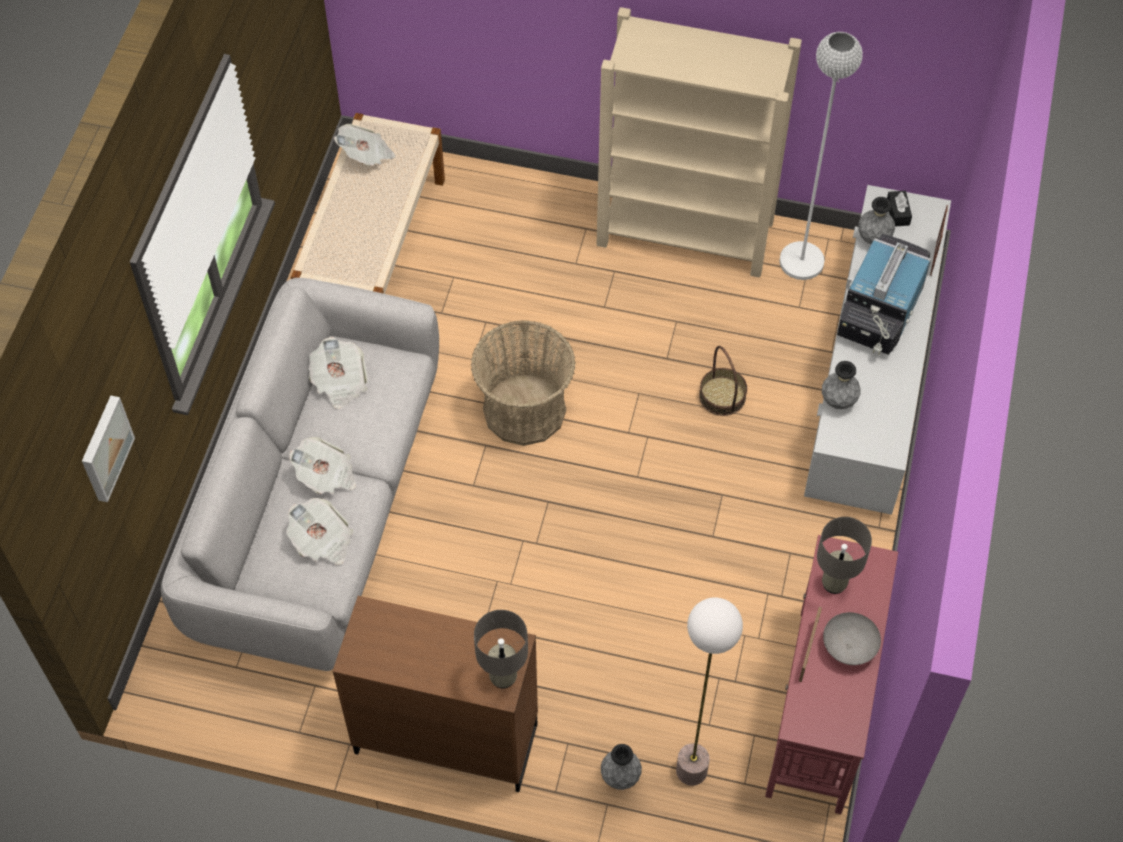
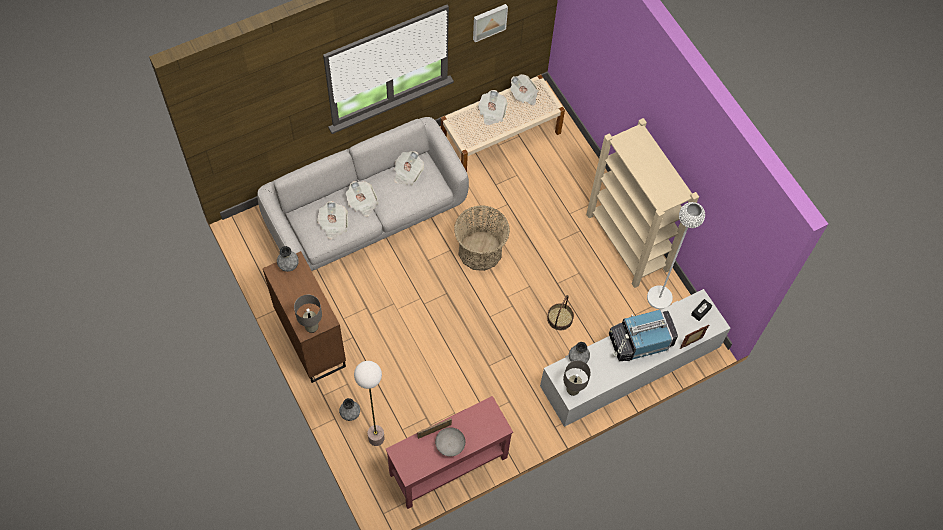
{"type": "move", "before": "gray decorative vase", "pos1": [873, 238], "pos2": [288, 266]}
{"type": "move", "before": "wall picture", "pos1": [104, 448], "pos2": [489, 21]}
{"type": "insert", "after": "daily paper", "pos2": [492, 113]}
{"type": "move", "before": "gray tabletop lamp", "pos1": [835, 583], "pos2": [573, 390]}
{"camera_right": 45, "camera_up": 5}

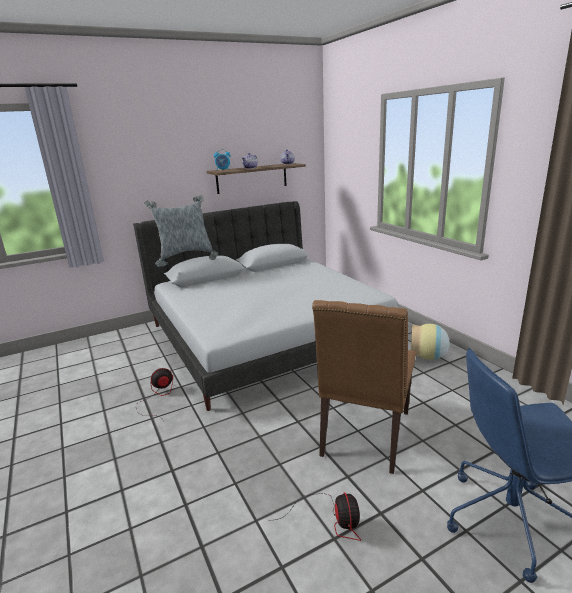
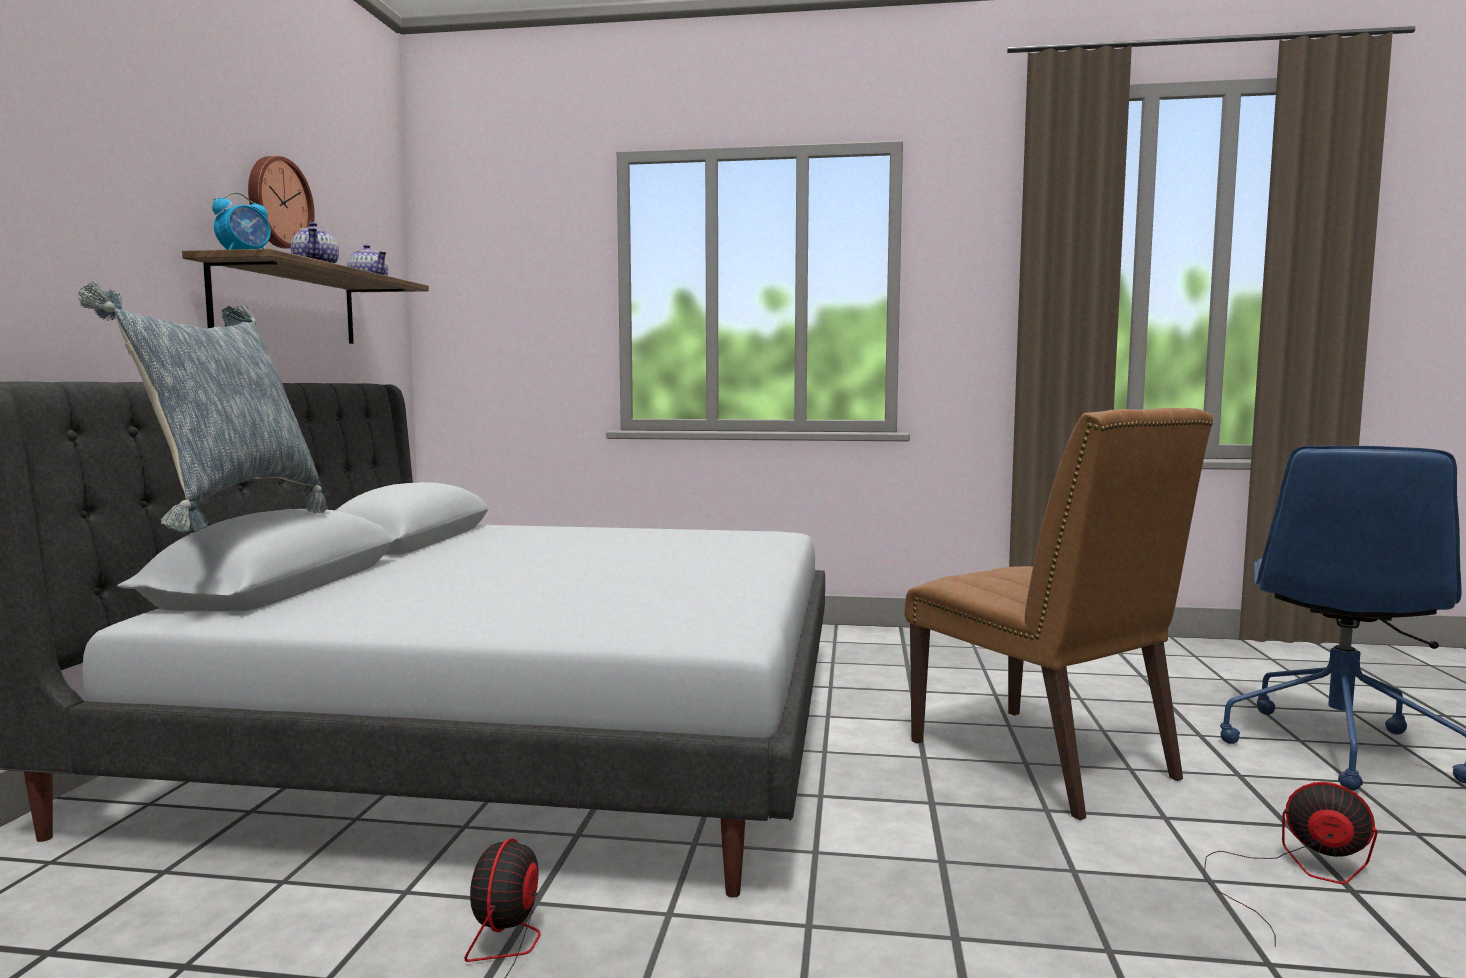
{"type": "insert", "after": "wall clock", "pos2": [277, 203]}
{"type": "delete", "before": "decorative vase", "pos1": [428, 357]}
{"camera_right": -55, "camera_up": -15}

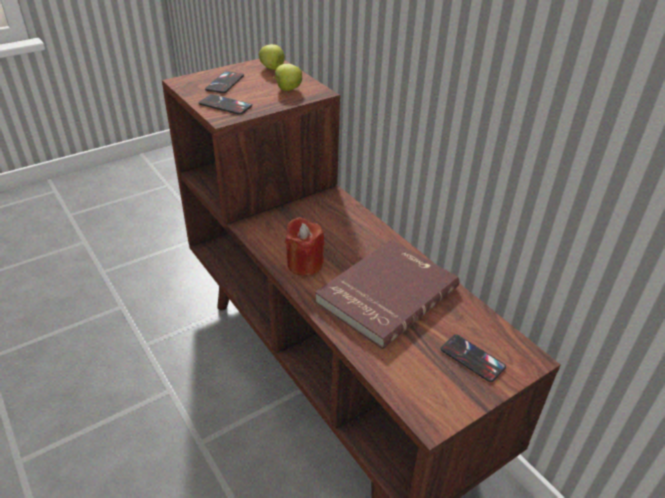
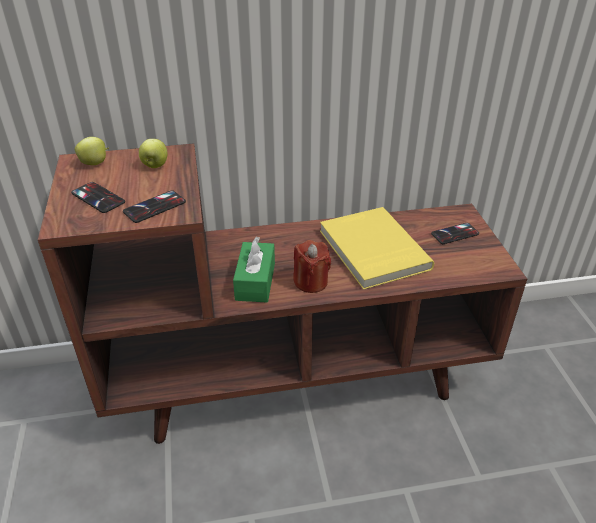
{"type": "insert", "after": "green box of tissues", "pos2": [255, 281]}
{"type": "recolor", "before": "reddish book", "after": "yellow book", "pos1": [385, 294], "pos2": [371, 250]}
{"camera_right": -65, "camera_up": 0}

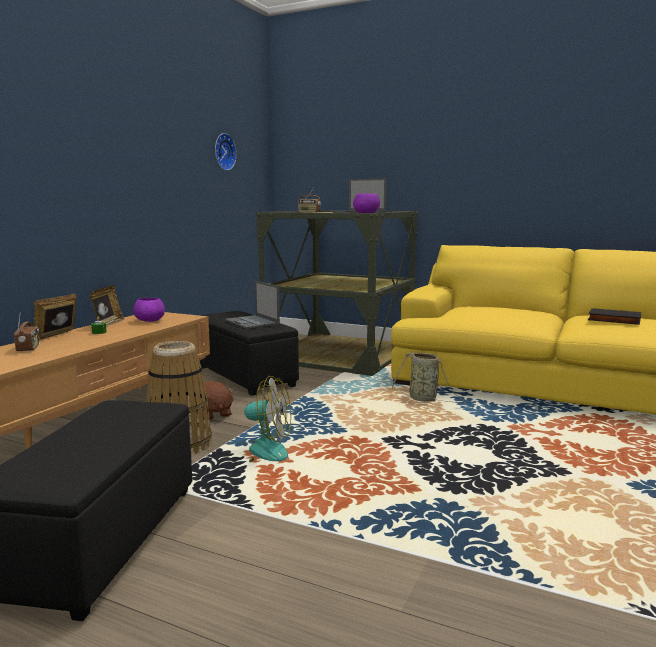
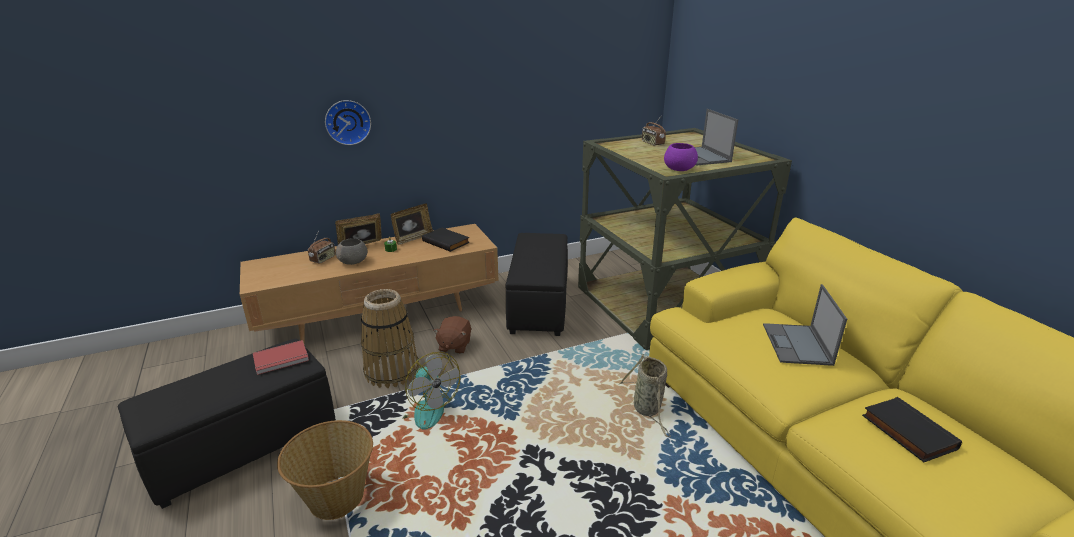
{"type": "insert", "after": "reddish book", "pos2": [281, 359]}
{"type": "insert", "after": "storage basket", "pos2": [336, 497]}
{"type": "move", "before": "wall clock", "pos1": [223, 152], "pos2": [347, 122]}
{"type": "insert", "after": "gray bowl", "pos2": [353, 262]}
{"type": "replace", "before": "purple bowl", "after": "blackish book", "pos1": [150, 321], "pos2": [447, 241]}
{"type": "move", "before": "portable computer", "pos1": [252, 322], "pos2": [797, 345]}
{"camera_right": 40, "camera_up": 15}

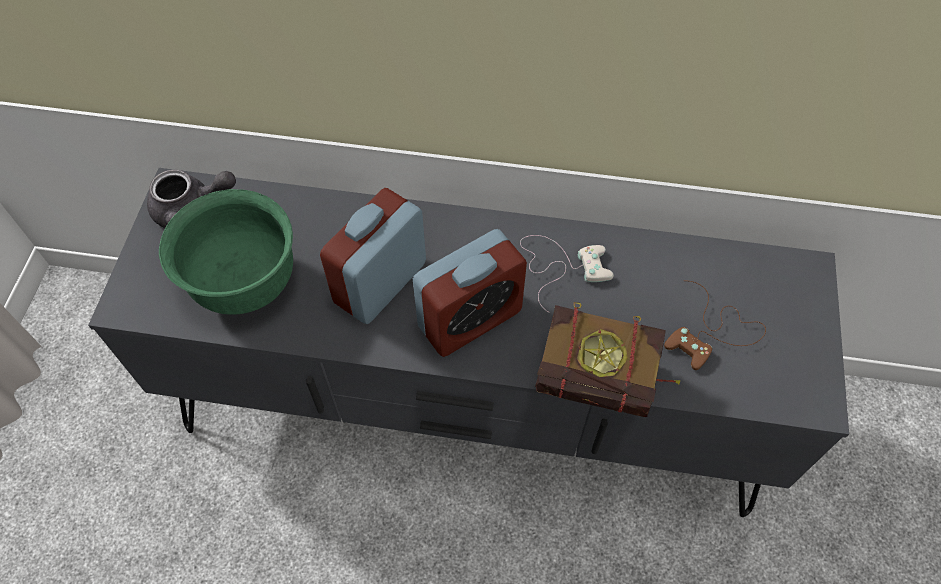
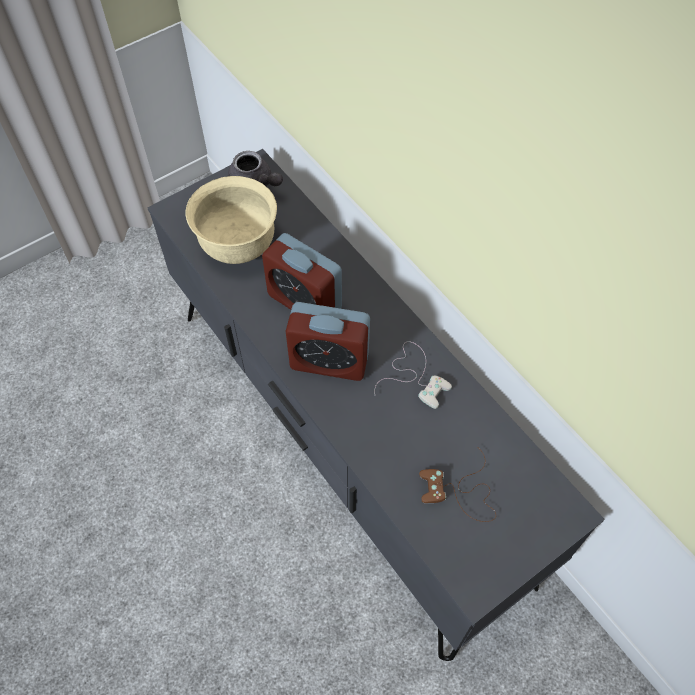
{"type": "recolor", "before": "green bowl", "after": "beige-coloured bowl", "pos1": [245, 283], "pos2": [238, 245]}
{"type": "rotate", "before": "alarm clock", "pos1": [380, 283], "pos2": [304, 302], "turn": -135}
{"type": "delete", "before": "book", "pos1": [608, 383]}
{"camera_right": 45, "camera_up": 0}

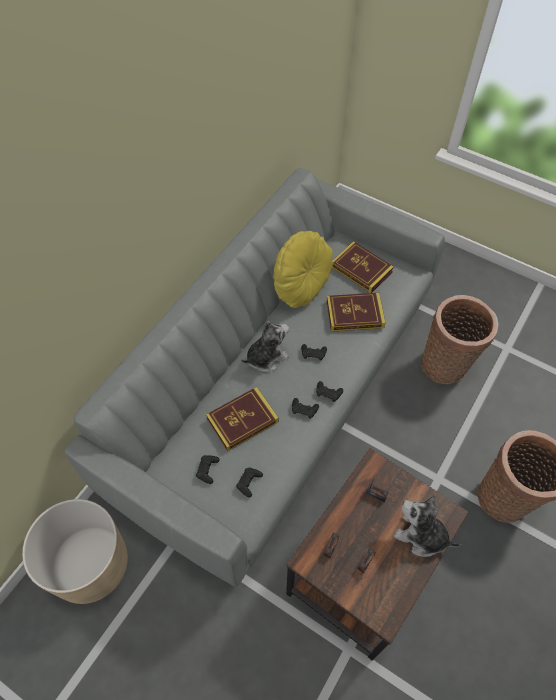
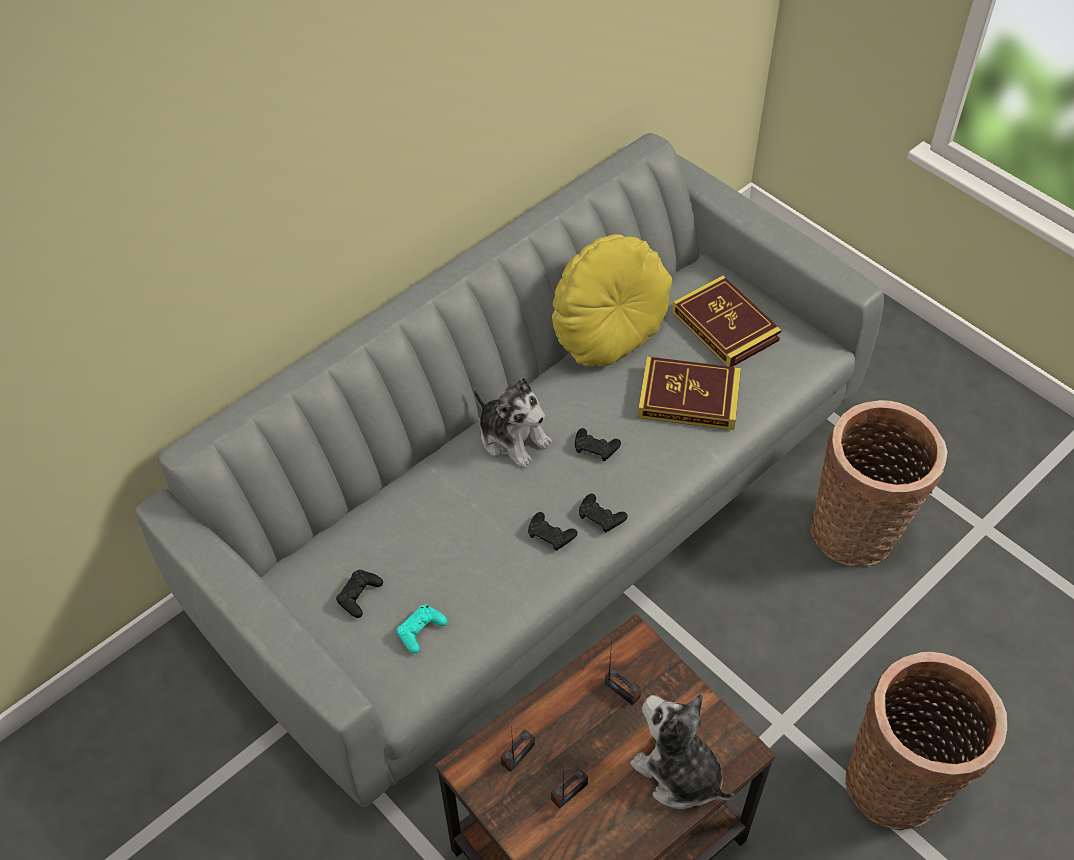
{"type": "recolor", "before": "blackish gamepad", "after": "blue-green gamepad", "pos1": [249, 482], "pos2": [421, 630]}
{"type": "rotate", "before": "plush toy", "pos1": [266, 357], "pos2": [513, 438], "turn": 60}
{"type": "delete", "before": "beige-coloured planter", "pos1": [90, 565]}
{"type": "delete", "before": "book", "pos1": [242, 420]}
{"camera_right": 15, "camera_up": -5}

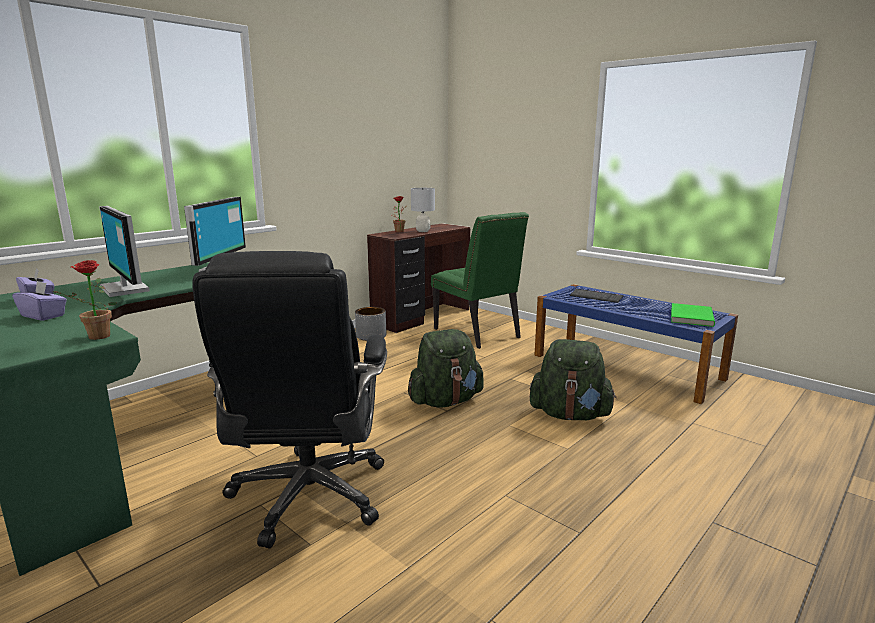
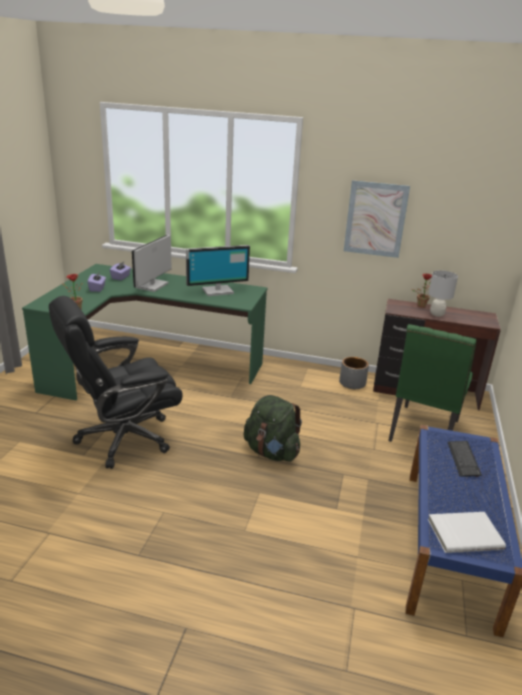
{"type": "insert", "after": "wall picture", "pos2": [375, 219]}
{"type": "recolor", "before": "green book", "after": "whitish book", "pos1": [690, 317], "pos2": [464, 533]}
{"type": "delete", "before": "green backpack", "pos1": [570, 415]}
{"camera_right": 60, "camera_up": 10}

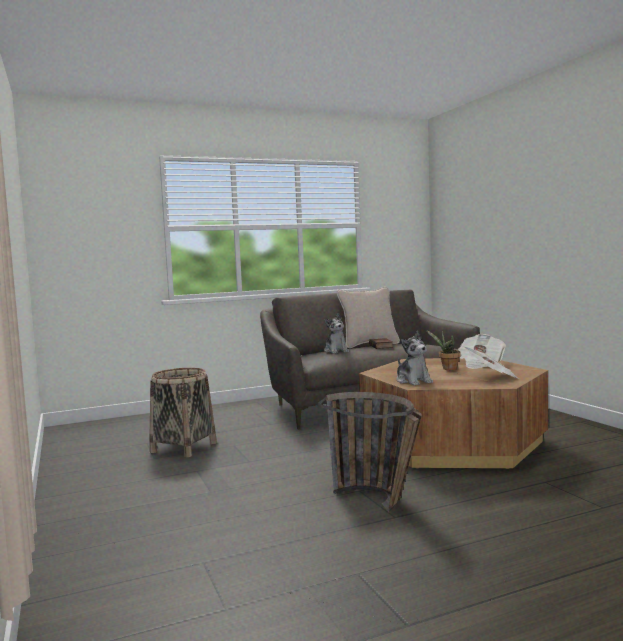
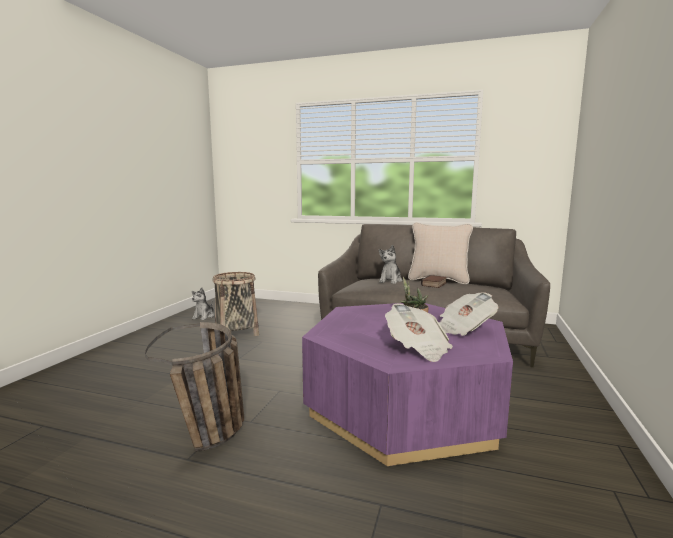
{"type": "move", "before": "plush toy", "pos1": [413, 381], "pos2": [204, 316]}
{"type": "recolor", "before": "brownish low table", "after": "purple low table", "pos1": [453, 442], "pos2": [405, 406]}
{"camera_right": 40, "camera_up": 5}

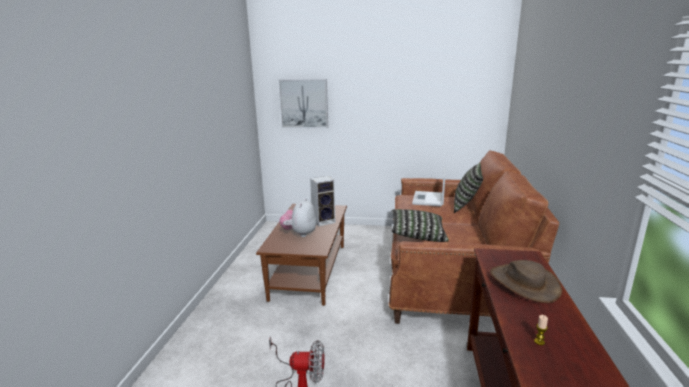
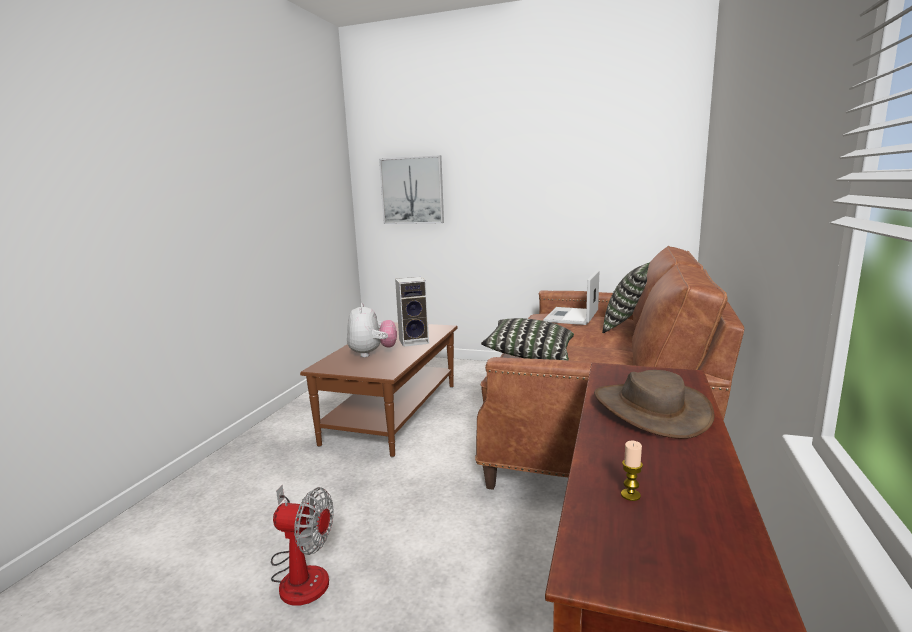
{"type": "rotate", "before": "plush toy", "pos1": [299, 233], "pos2": [372, 353], "turn": 150}
{"camera_right": 10, "camera_up": -5}

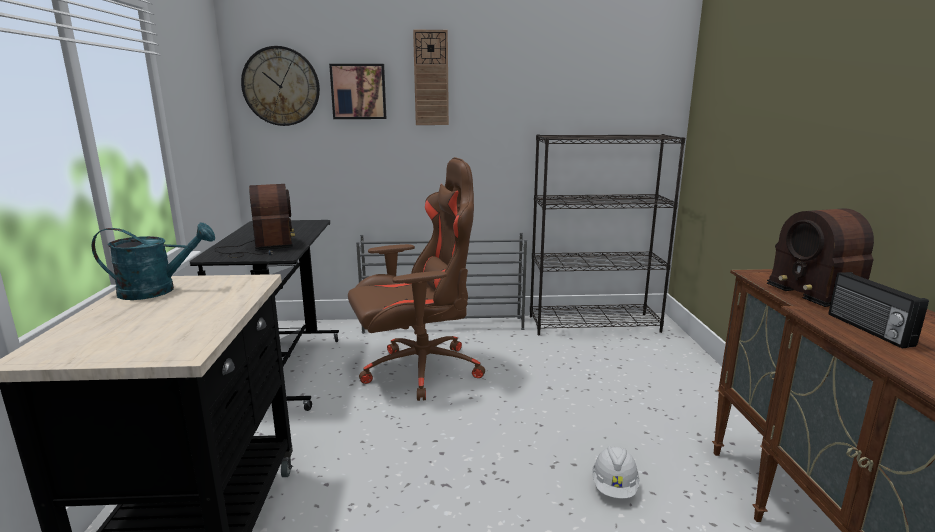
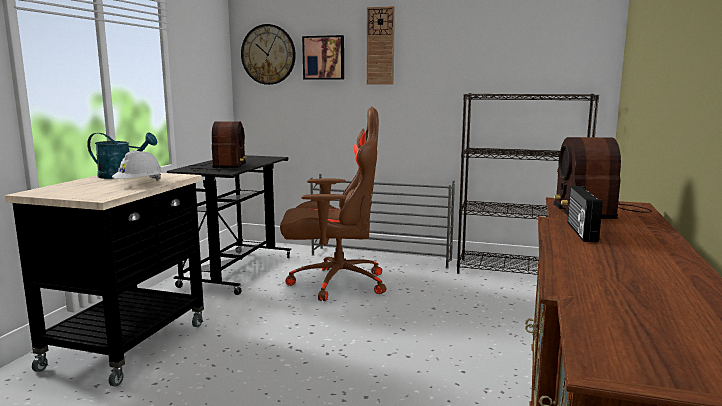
{"type": "move", "before": "whitish work helmet", "pos1": [614, 486], "pos2": [139, 184]}
{"camera_right": 20, "camera_up": -5}

